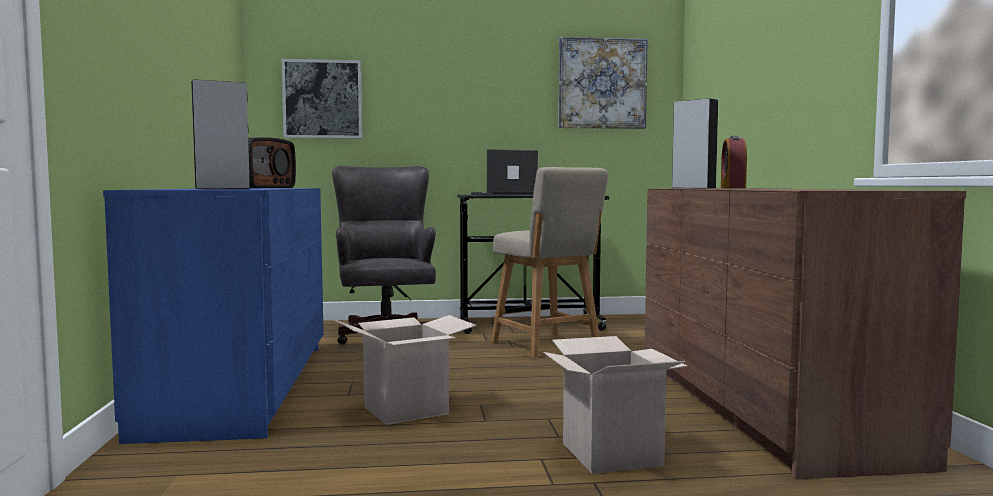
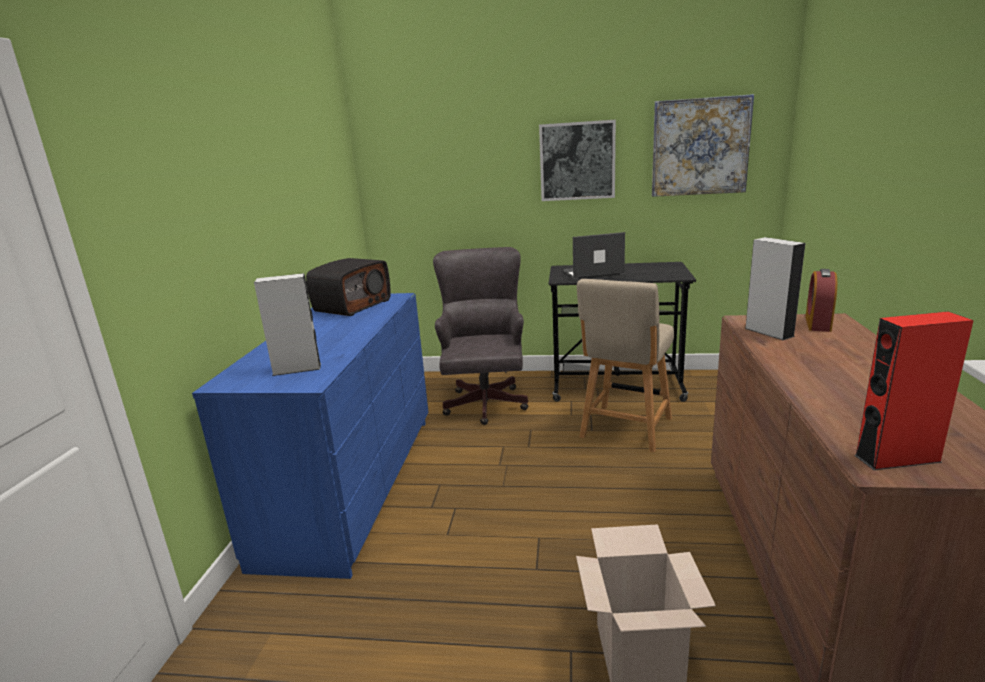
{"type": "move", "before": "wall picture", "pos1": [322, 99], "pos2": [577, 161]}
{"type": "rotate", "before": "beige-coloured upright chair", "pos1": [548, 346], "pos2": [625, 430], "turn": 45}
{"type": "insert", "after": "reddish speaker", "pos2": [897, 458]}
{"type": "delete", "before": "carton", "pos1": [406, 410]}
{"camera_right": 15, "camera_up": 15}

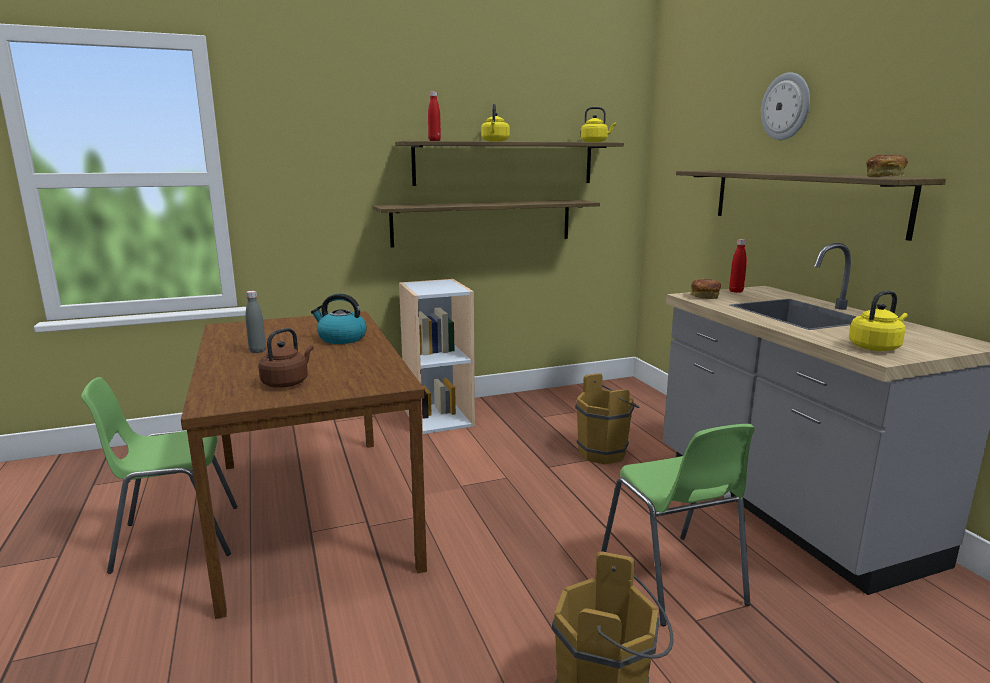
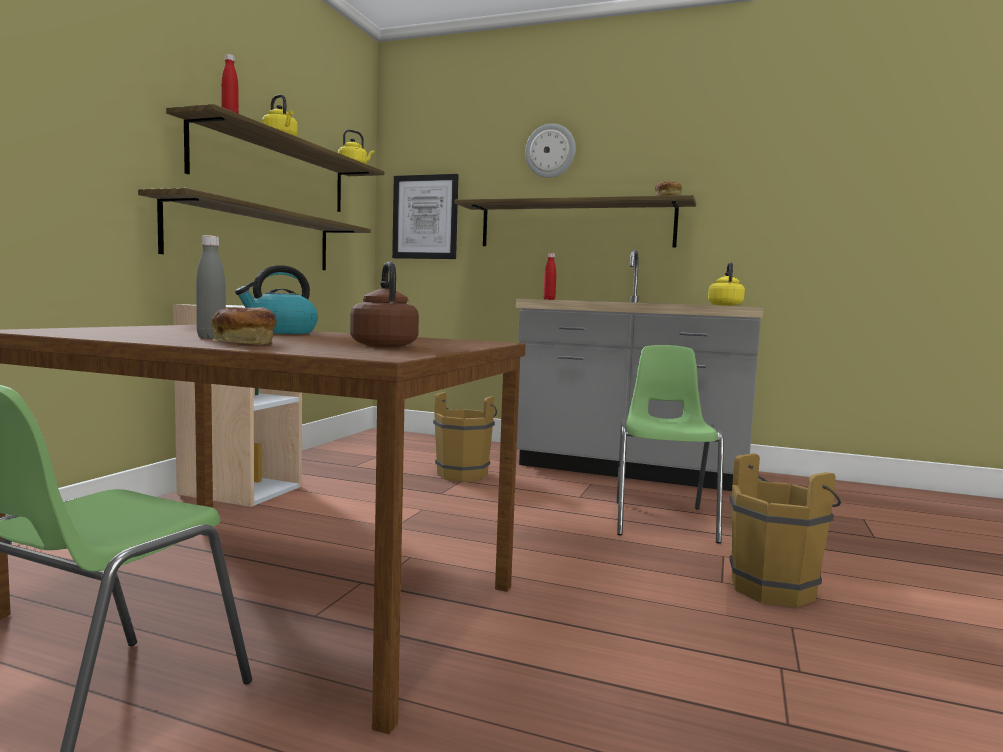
{"type": "move", "before": "bread", "pos1": [704, 297], "pos2": [244, 343]}
{"type": "insert", "after": "wall picture", "pos2": [425, 217]}
{"type": "rotate", "before": "green upright chair", "pos1": [672, 579], "pos2": [663, 521], "turn": -105}
{"camera_right": -50, "camera_up": -10}

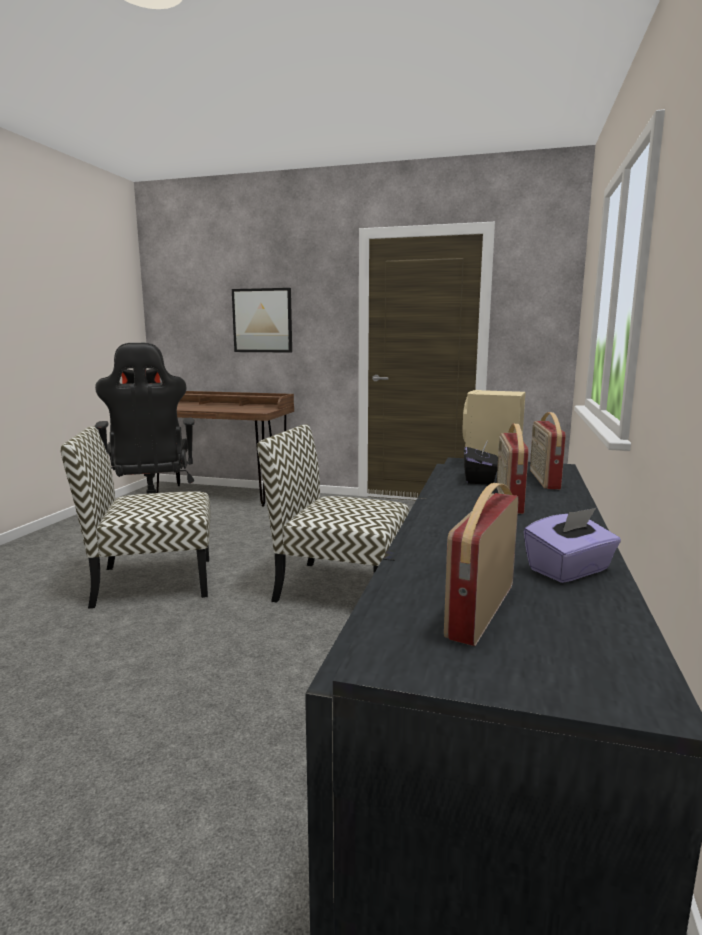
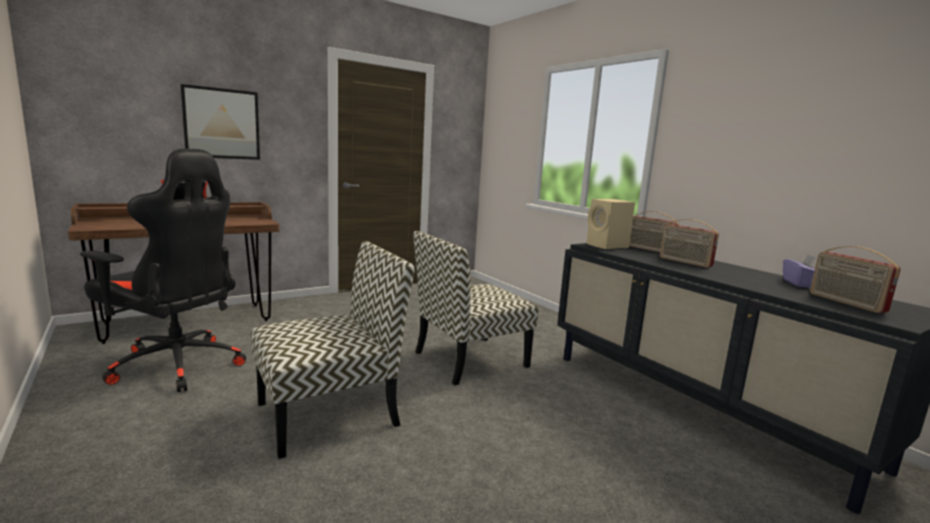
{"type": "rotate", "before": "upright chair", "pos1": [151, 582], "pos2": [330, 413], "turn": -150}
{"type": "delete", "before": "blackish box of tissues", "pos1": [480, 479]}
{"camera_right": -50, "camera_up": 0}

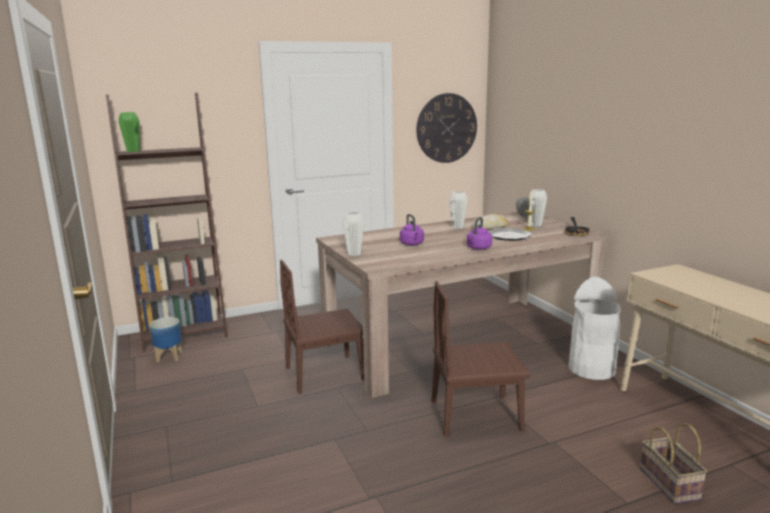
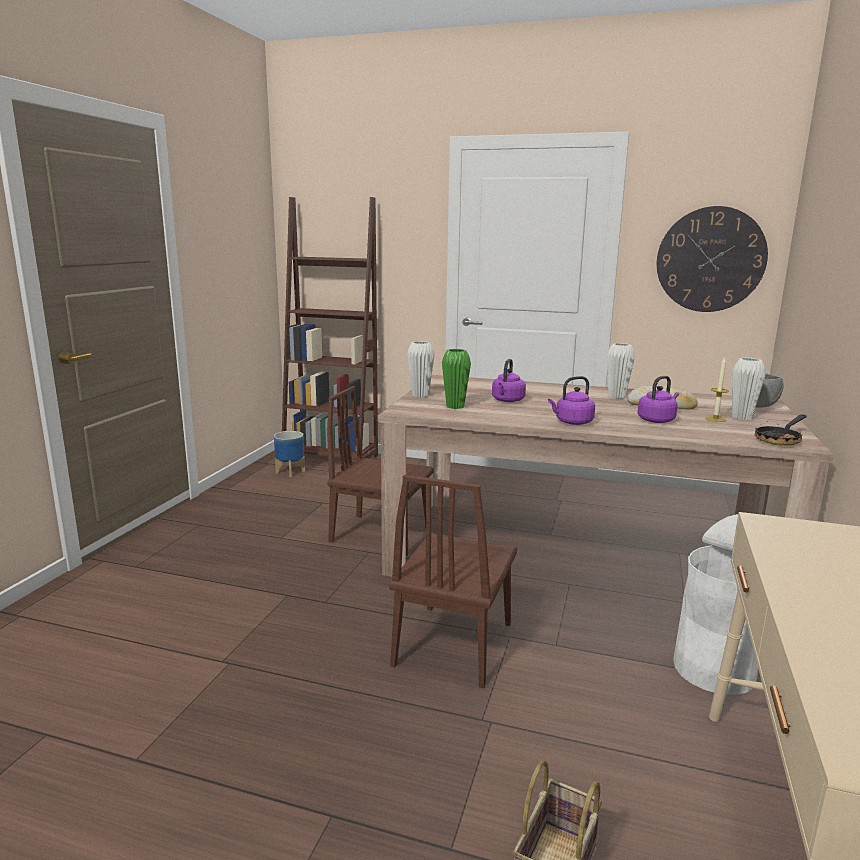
{"type": "rotate", "before": "brownish upright chair", "pos1": [476, 415], "pos2": [453, 643], "turn": -105}
{"type": "move", "before": "green decorative vase", "pos1": [133, 151], "pos2": [455, 406]}
{"type": "replace", "before": "plate", "after": "purple water kettle", "pos1": [509, 236], "pos2": [657, 420]}
{"camera_right": 40, "camera_up": 0}

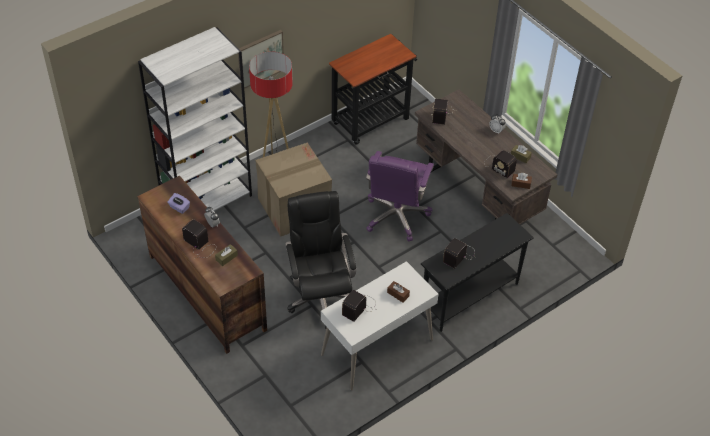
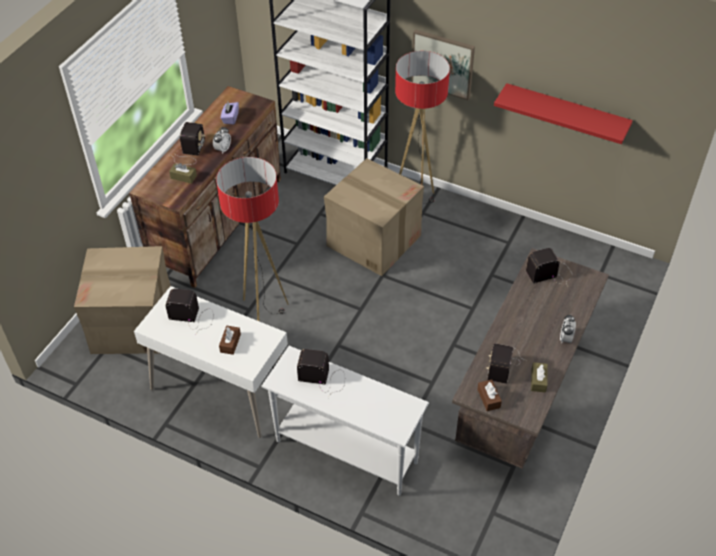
{"type": "insert", "after": "carton", "pos2": [133, 324]}
{"type": "replace", "before": "blackish computer chair", "after": "standing lamp", "pos1": [320, 297], "pos2": [264, 312]}
{"type": "recolor", "before": "blackish narrow table", "after": "whitish narrow table", "pos1": [470, 298], "pos2": [345, 452]}
{"type": "insert", "after": "reddish shelf", "pos2": [566, 113]}
{"type": "delete", "before": "blackish trolley", "pos1": [371, 121]}
{"type": "delete", "before": "purple computer chair", "pos1": [396, 215]}
{"camera_right": 65, "camera_up": 0}

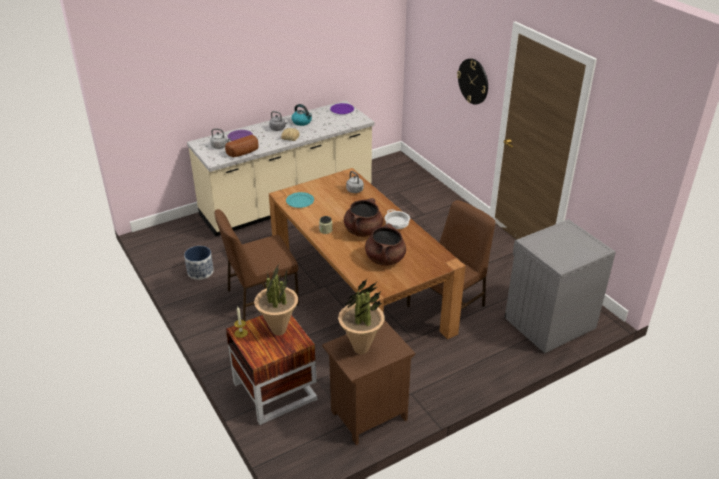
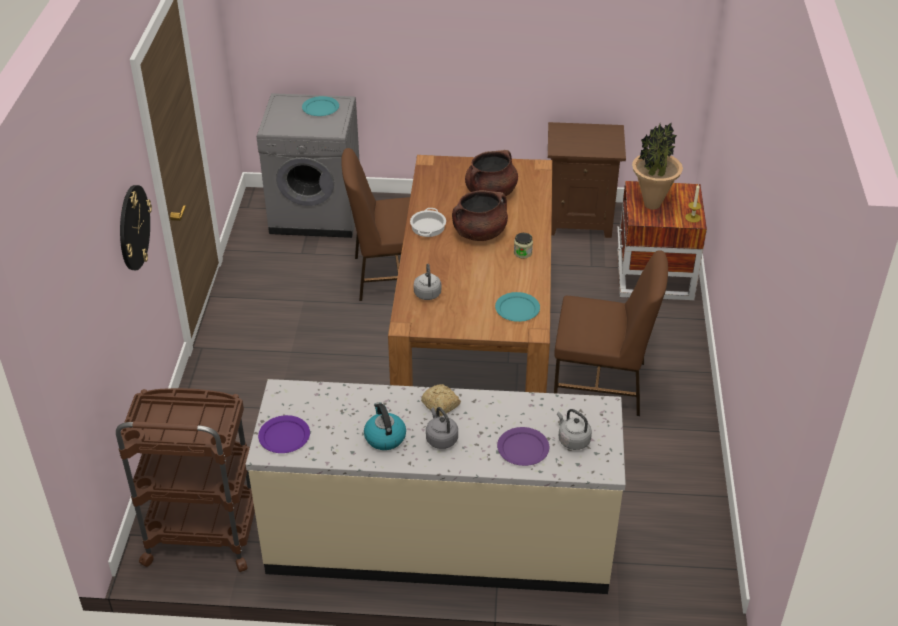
{"type": "insert", "after": "brownish trolley", "pos2": [204, 532]}
{"type": "insert", "after": "blue-green plate", "pos2": [320, 108]}
{"type": "delete", "before": "planter", "pos1": [200, 272]}
{"type": "delete", "before": "bread", "pos1": [244, 153]}
{"type": "delete", "before": "houseplant", "pos1": [361, 349]}
{"camera_right": -145, "camera_up": 5}

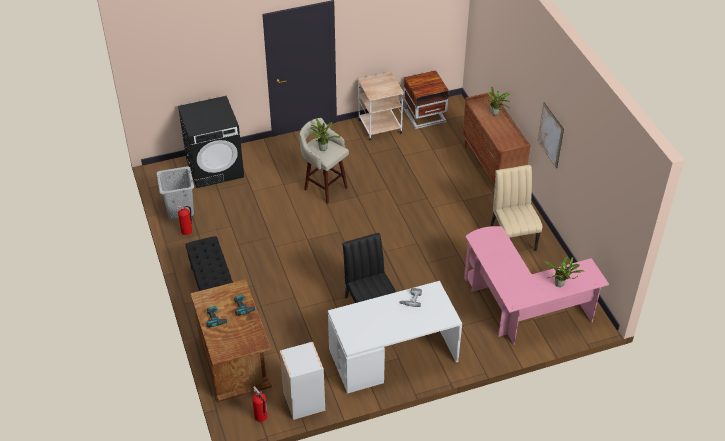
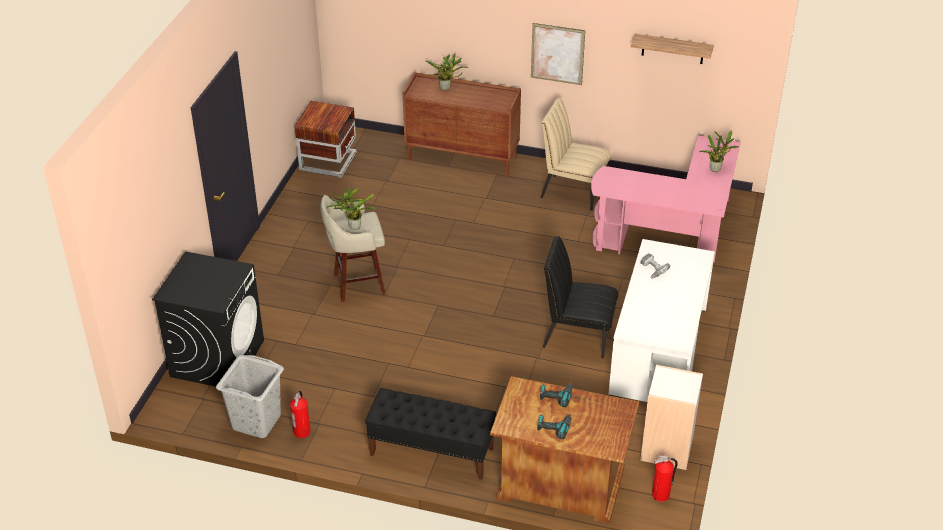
{"type": "insert", "after": "shelf", "pos2": [672, 49]}
{"type": "delete", "before": "beige-coloured trolley", "pos1": [380, 126]}
{"camera_right": -55, "camera_up": -5}

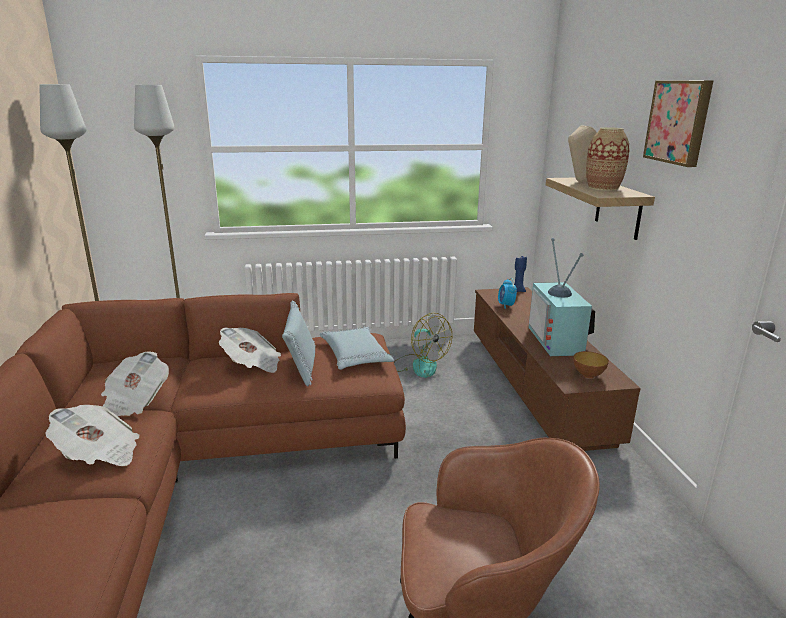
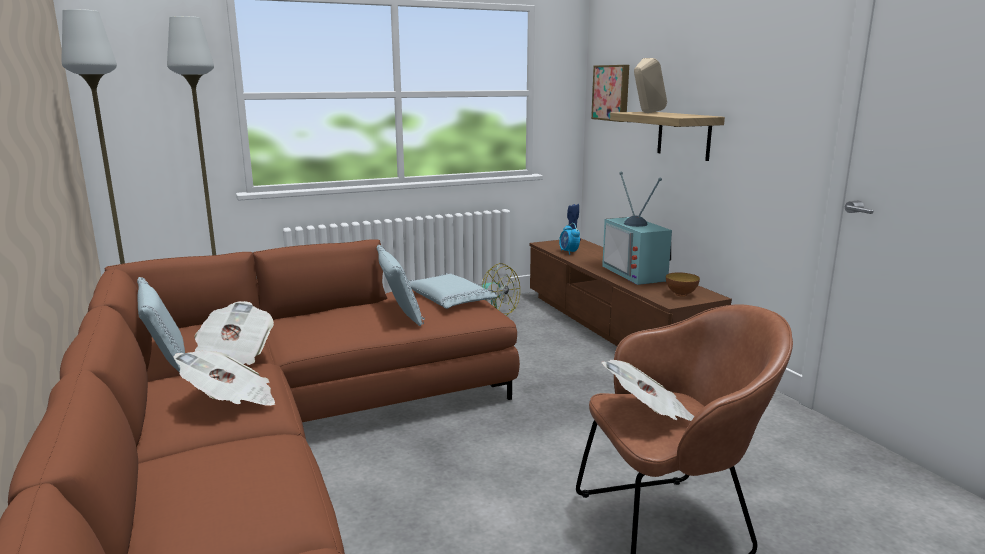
{"type": "insert", "after": "blue pillow", "pos2": [165, 356]}
{"type": "move", "before": "wall picture", "pos1": [679, 122], "pos2": [612, 93]}
{"type": "move", "before": "daily paper", "pos1": [252, 364], "pos2": [649, 414]}
{"type": "delete", "before": "decorative vase", "pos1": [603, 187]}
{"camera_right": -15, "camera_up": -5}

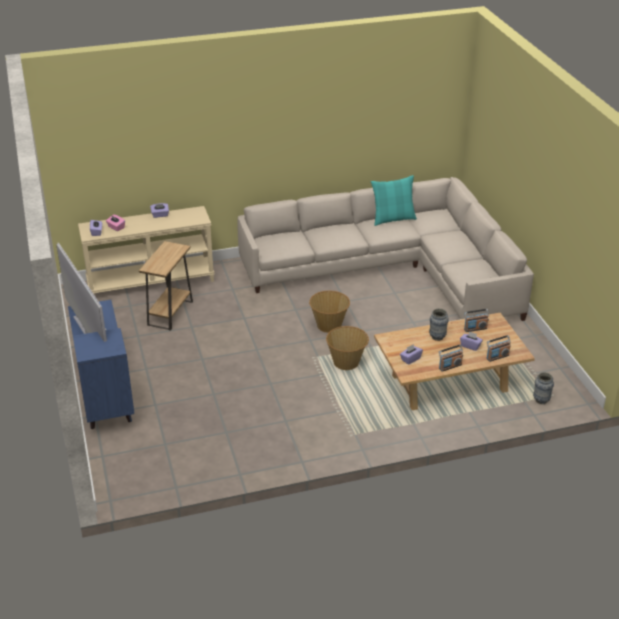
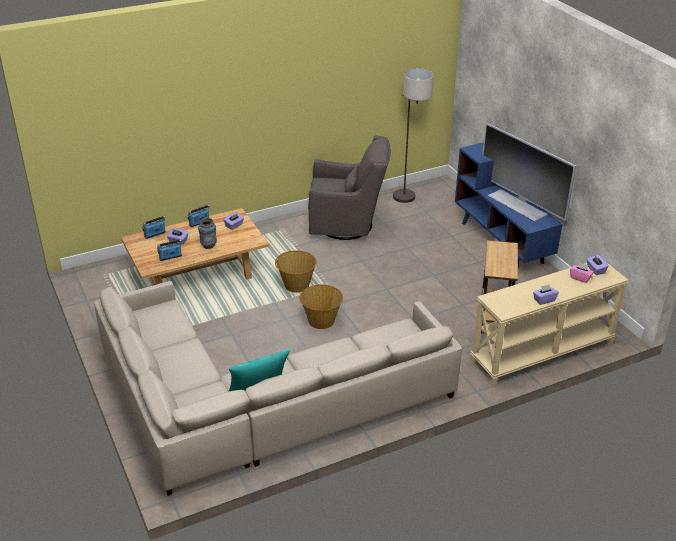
{"type": "insert", "after": "gray easy chair", "pos2": [348, 225]}
{"type": "insert", "after": "gray standing lamp", "pos2": [408, 199]}
{"type": "delete", "before": "decorative vase", "pos1": [541, 400]}
{"camera_right": 170, "camera_up": 0}

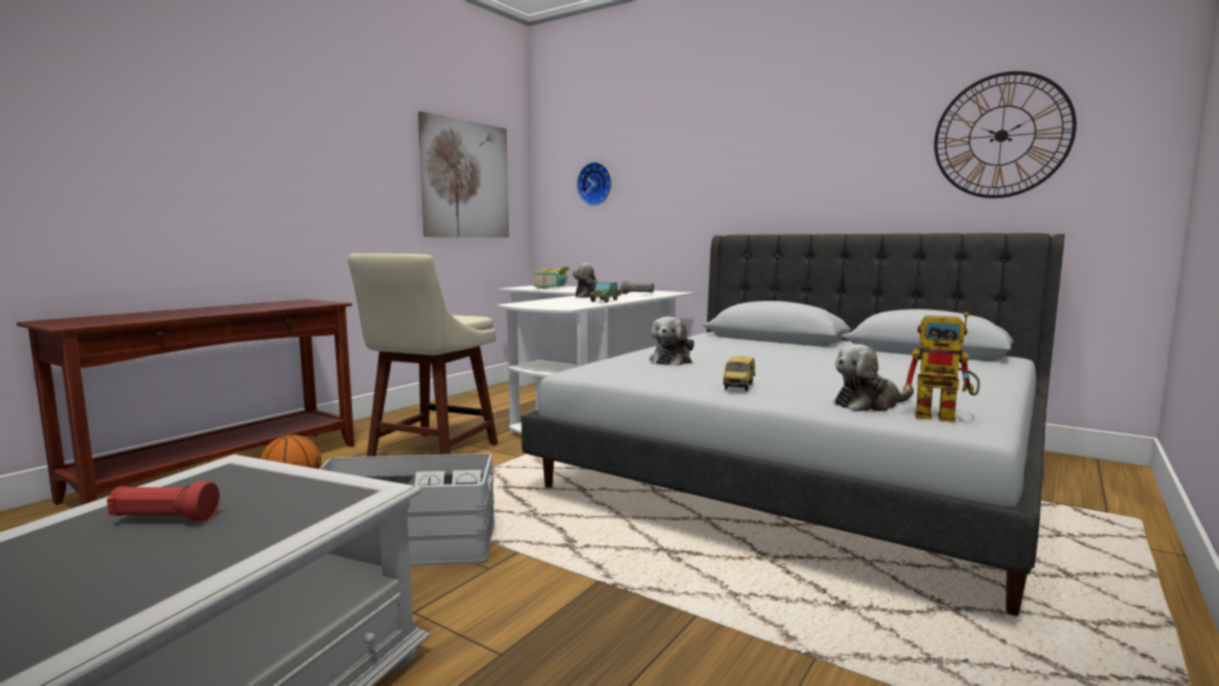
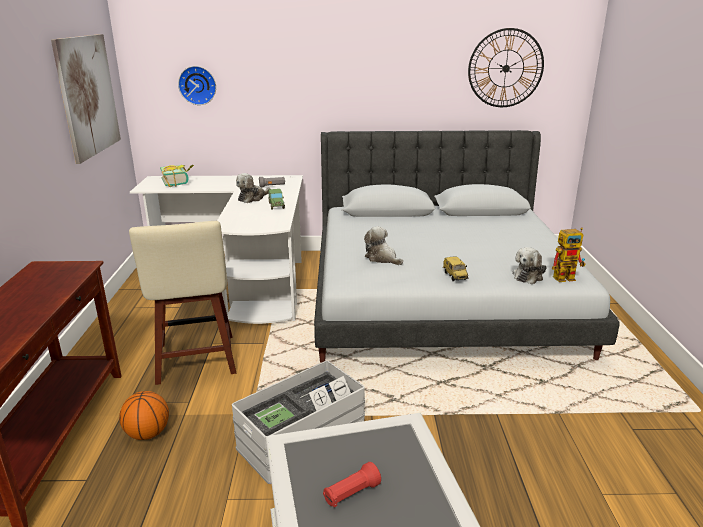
{"type": "rotate", "before": "plush toy", "pos1": [671, 361], "pos2": [382, 258], "turn": 150}
{"camera_right": -35, "camera_up": 15}

